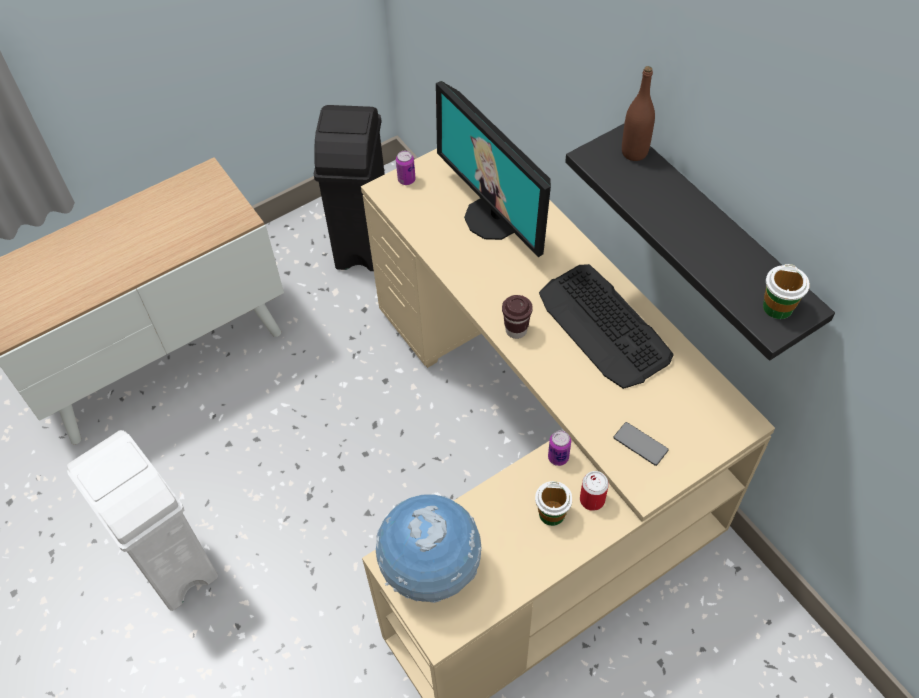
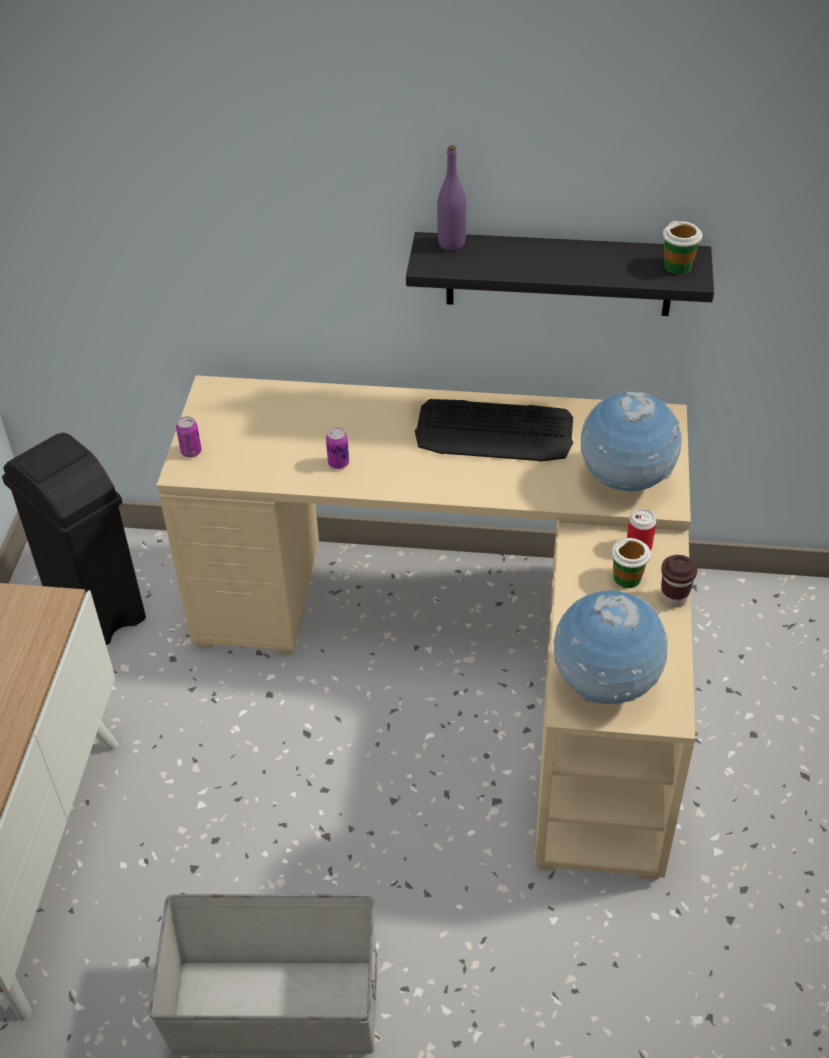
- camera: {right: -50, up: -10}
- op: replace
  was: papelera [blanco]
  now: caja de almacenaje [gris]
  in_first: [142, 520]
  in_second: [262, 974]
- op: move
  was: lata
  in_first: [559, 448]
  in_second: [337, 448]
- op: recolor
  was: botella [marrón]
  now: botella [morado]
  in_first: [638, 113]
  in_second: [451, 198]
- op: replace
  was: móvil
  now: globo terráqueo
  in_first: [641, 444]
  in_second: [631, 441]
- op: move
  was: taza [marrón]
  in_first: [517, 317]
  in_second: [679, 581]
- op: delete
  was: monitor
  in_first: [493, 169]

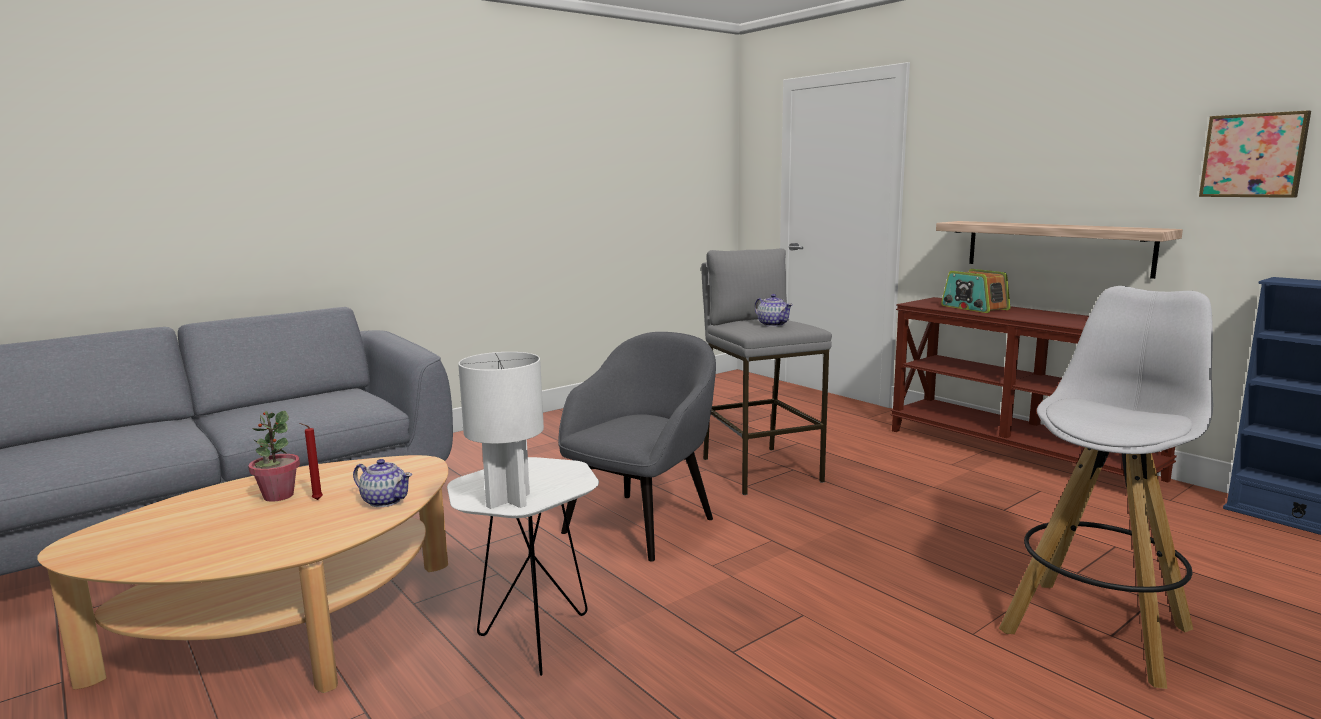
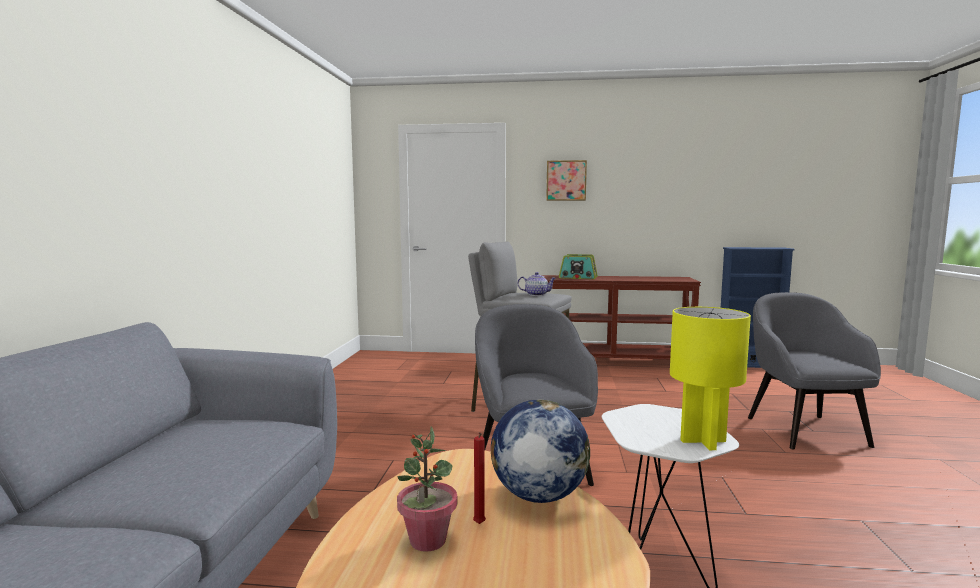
- camera: {right: -45, up: -5}
- op: replace
  was: tetera
  now: globo terráqueo
  in_first: [382, 483]
  in_second: [540, 451]
- op: move
  was: cuadro
  in_first: [1255, 154]
  in_second: [566, 180]
- op: recolor
  was: lámpara de mesa [blanco]
  now: lámpara de mesa [amarillo]
  in_first: [501, 430]
  in_second: [710, 378]
- op: replace
  was: taburete [blanco]
  now: sillón [gris]
  in_first: [1106, 487]
  in_second: [814, 370]
- op: delete
  was: estante
  in_first: [1059, 250]

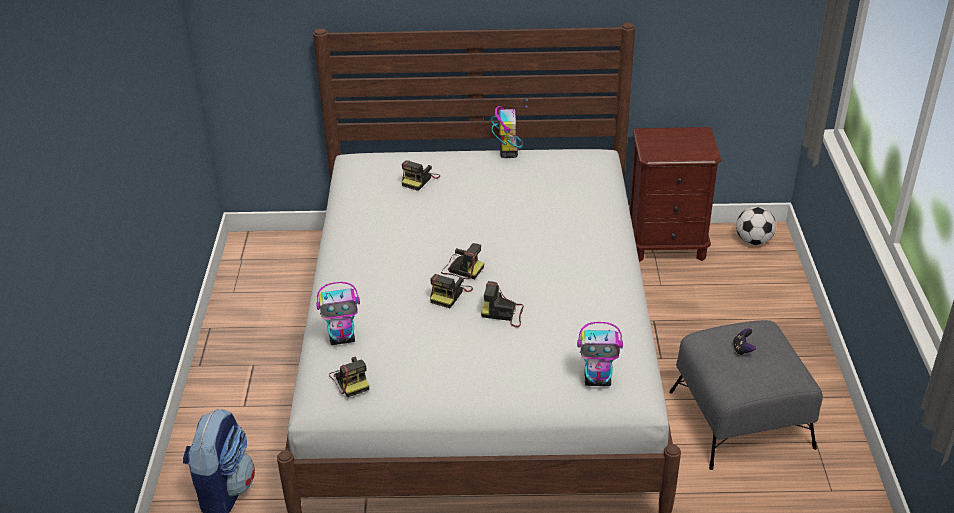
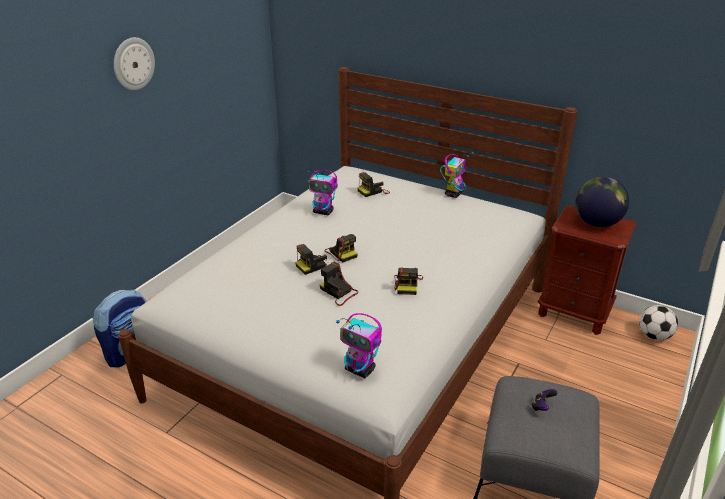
- camera: {right: 30, up: -5}
- op: insert
  now: reloj de pared
  in_second: [134, 63]
- op: move
  was: robot de juguete
  in_first: [338, 313]
  in_second: [322, 192]
- op: move
  was: cámara
  in_first: [349, 377]
  in_second: [408, 281]
- op: insert
  now: globo terráqueo
  in_second: [602, 202]

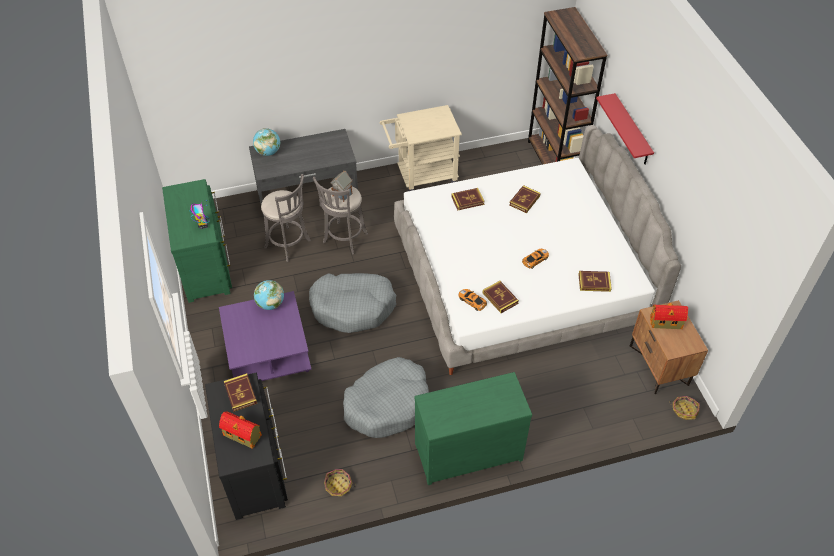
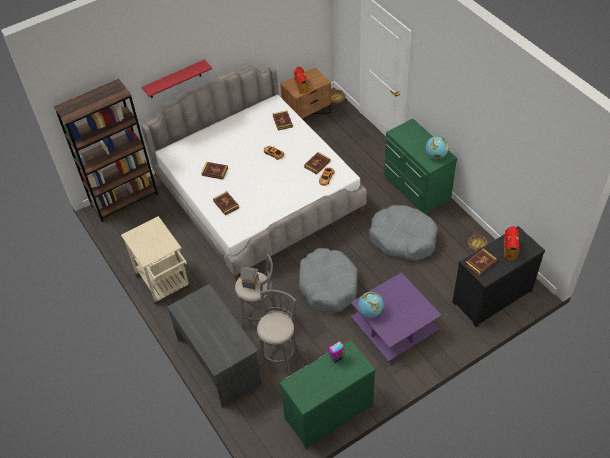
- camera: {right: -105, up: 0}
- op: move
  was: globo terráqueo
  in_first: [266, 142]
  in_second: [437, 147]

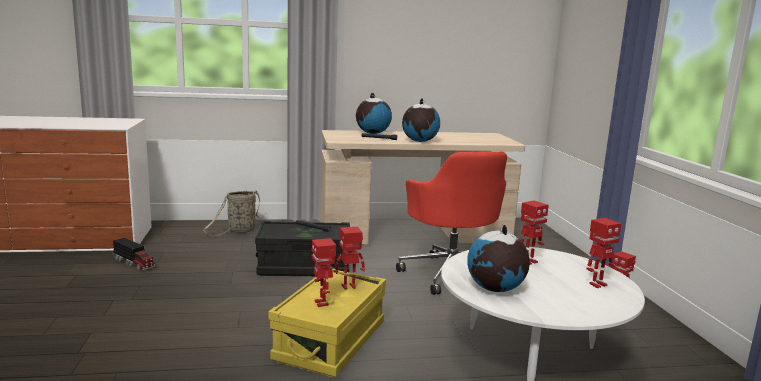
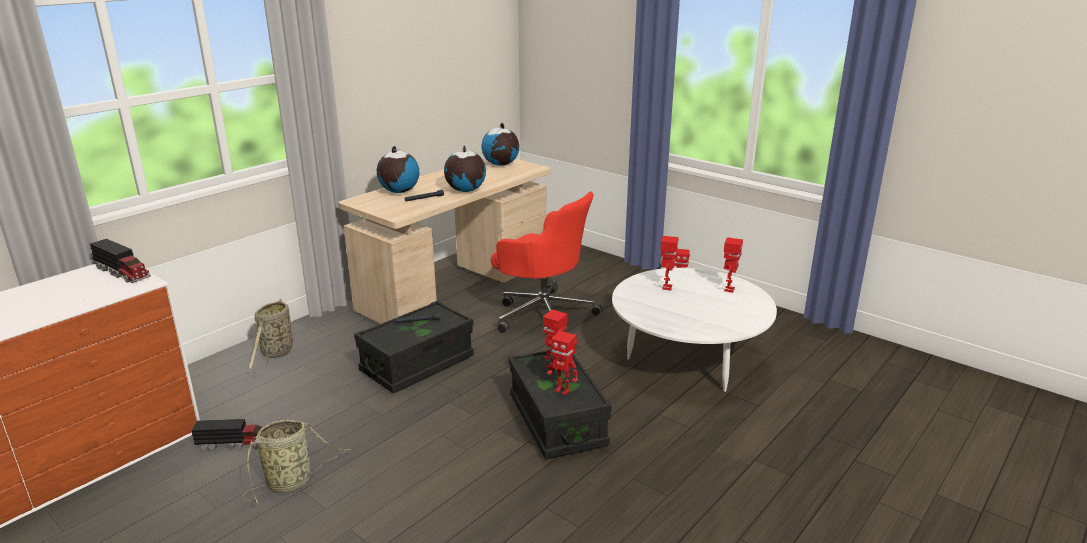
- camera: {right: -40, up: 10}
- op: insert
  now: camión de juguete
  in_second: [120, 261]
- op: insert
  now: cesta
  in_second: [296, 462]
- op: move
  was: globo terráqueo
  in_first: [498, 258]
  in_second: [500, 144]
- op: recolor
  was: caja de almacenaje [amarillo]
  now: caja de almacenaje [negro]
  in_first: [327, 322]
  in_second: [560, 404]

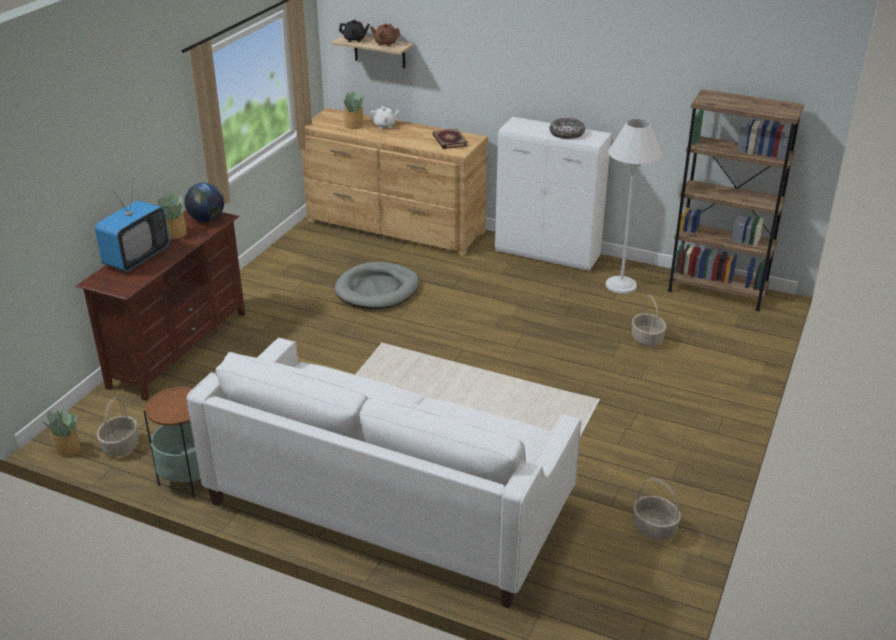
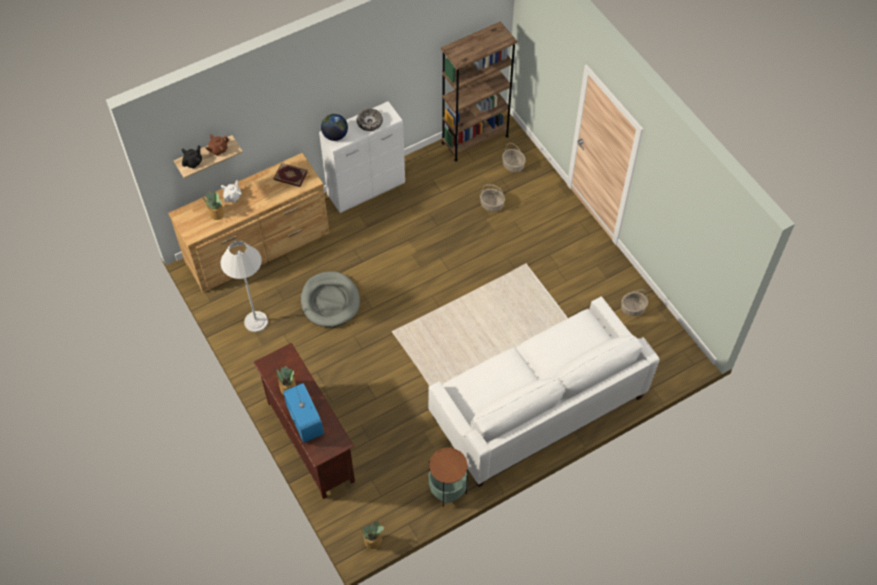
- camera: {right: -55, up: 25}
- op: move
  was: lámpara de pie [blanco]
  in_first: [634, 206]
  in_second: [244, 286]
- op: move
  was: globo terráqueo
  in_first: [204, 202]
  in_second: [334, 127]
- op: move
  was: cesta
  in_first: [118, 426]
  in_second: [514, 157]

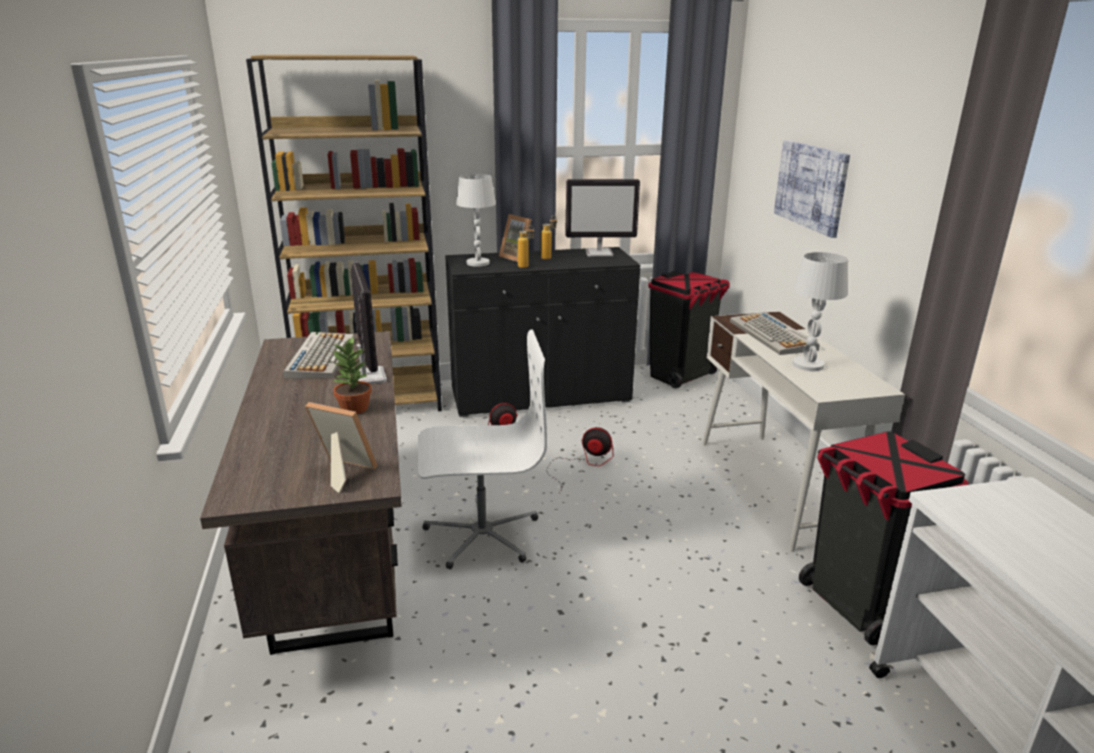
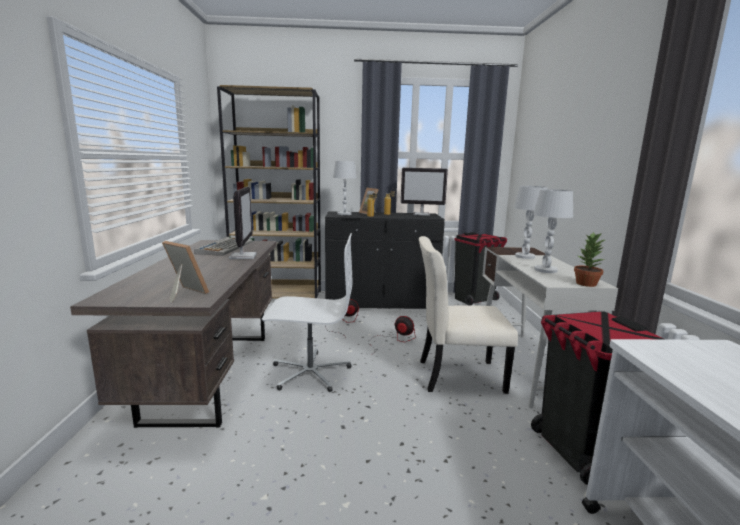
- camera: {right: 10, up: -10}
- op: insert
  now: silla [beis]
  in_second: [468, 315]
- op: replace
  was: teclado
  now: lámpara de mesa [blanco]
  in_first: [775, 333]
  in_second: [531, 222]
- op: move
  was: planta en maceta
  in_first: [352, 375]
  in_second: [589, 259]
- op: delete
  was: cuadro
  in_first: [812, 189]

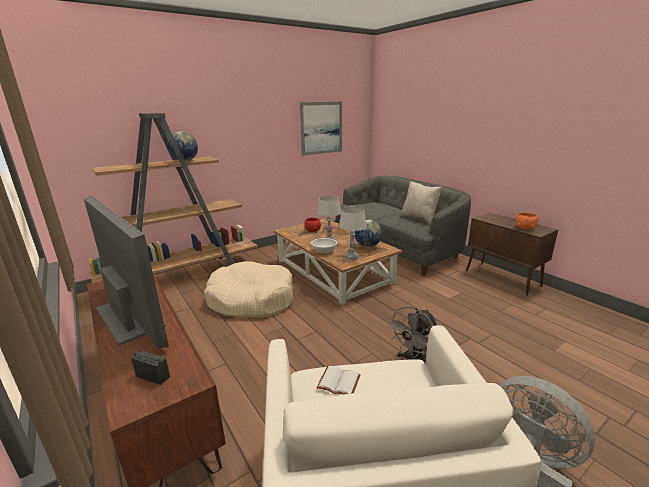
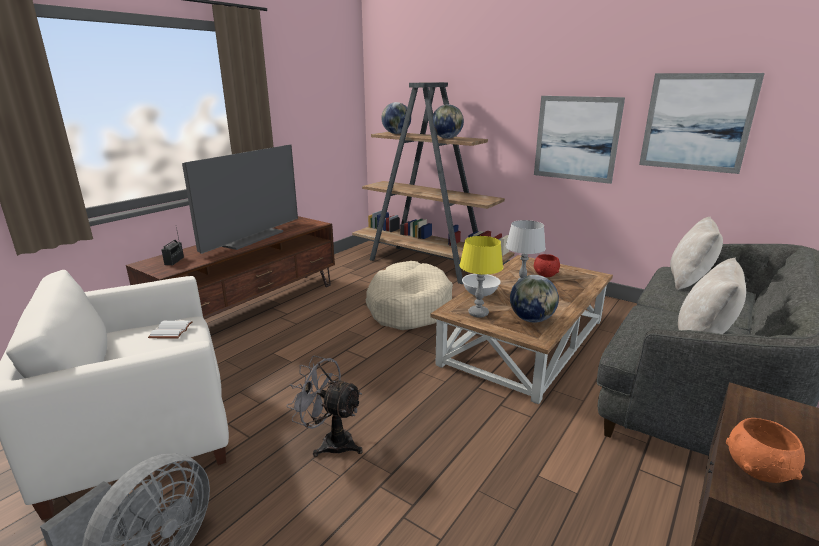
- camera: {right: 70, up: 0}
- op: insert
  now: globo terráqueo
  in_second: [396, 118]
- op: recolor
  was: lámpara de mesa [gris]
  now: lámpara de mesa [amarillo]
  in_first: [353, 233]
  in_second: [481, 277]
- op: insert
  now: cuadro
  in_second: [579, 140]
- op: insert
  now: cojín [beis]
  in_second: [696, 253]

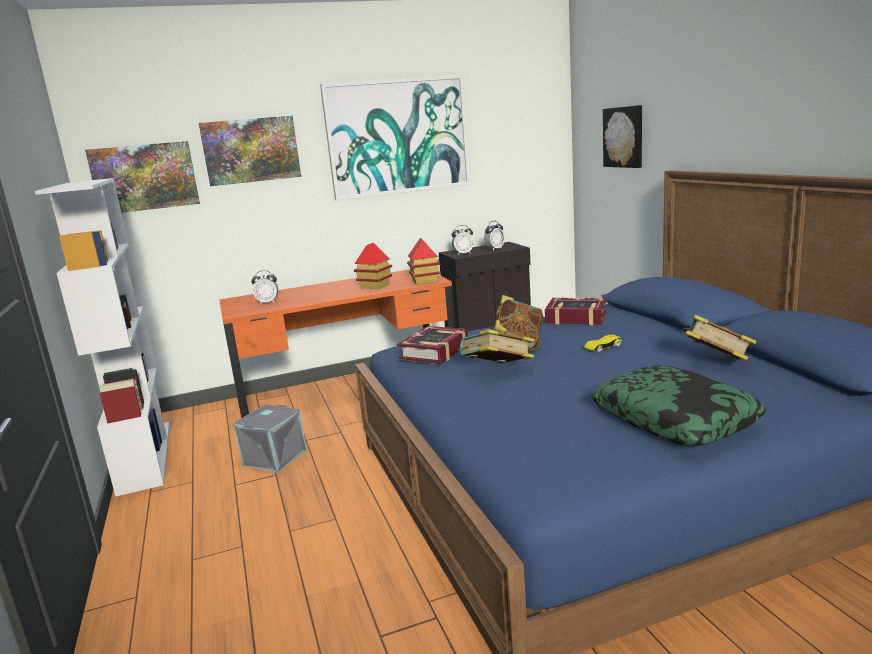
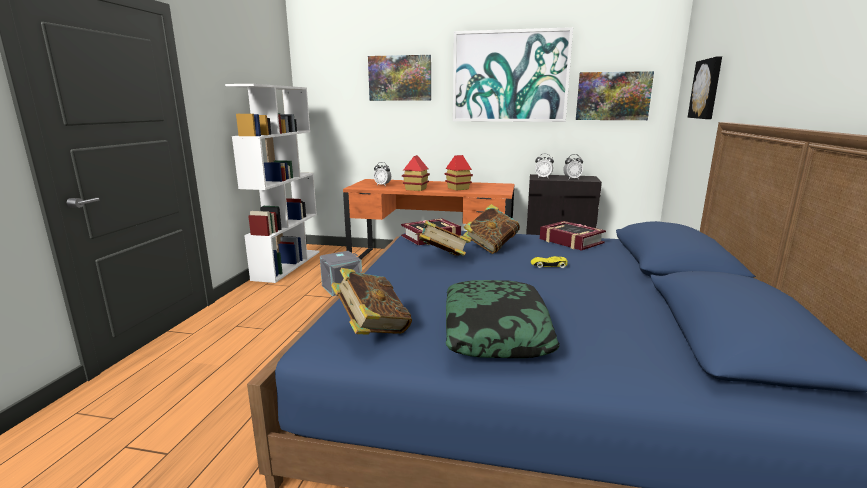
- camera: {right: 30, up: 0}
- op: move
  was: libro
  in_first: [719, 337]
  in_second: [371, 301]
- op: move
  was: casita
  in_first: [423, 261]
  in_second: [416, 173]
- op: move
  was: cuadro
  in_first: [142, 177]
  in_second: [615, 95]

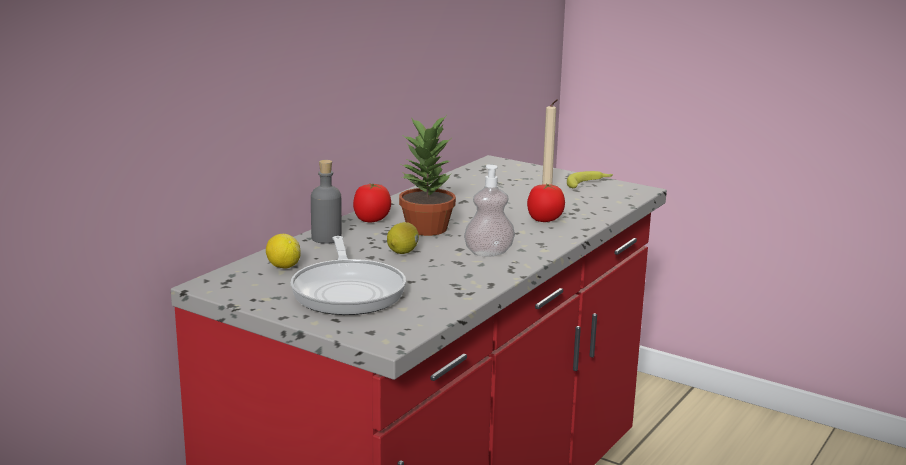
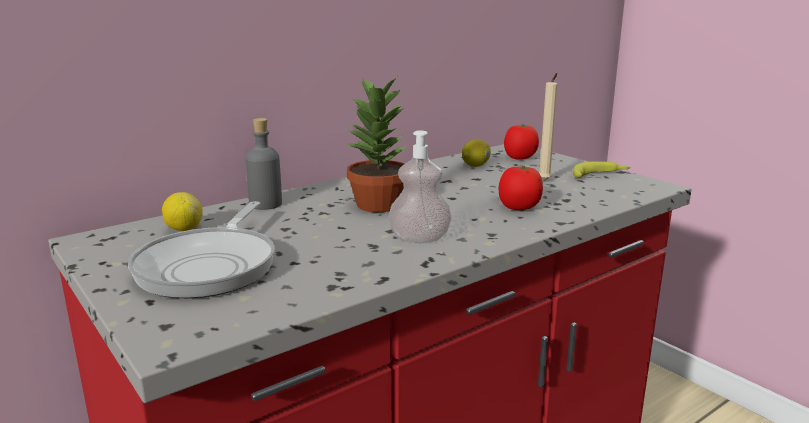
- camera: {right: 20, up: 0}
- op: move
  was: limón
  in_first: [403, 238]
  in_second: [476, 153]
- op: move
  was: tomate
  in_first: [372, 203]
  in_second: [521, 142]

